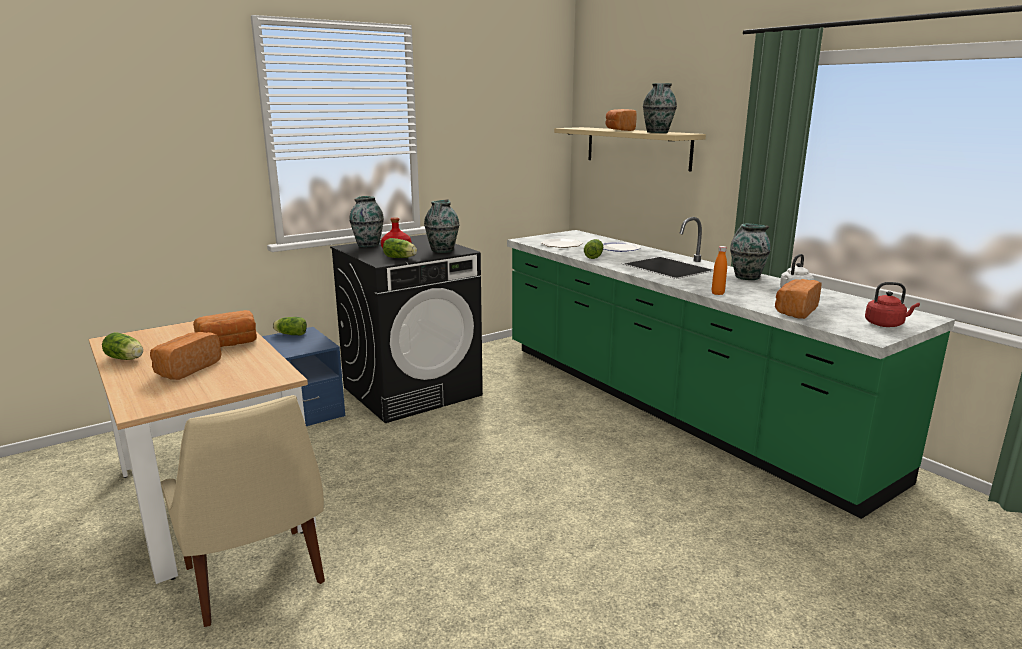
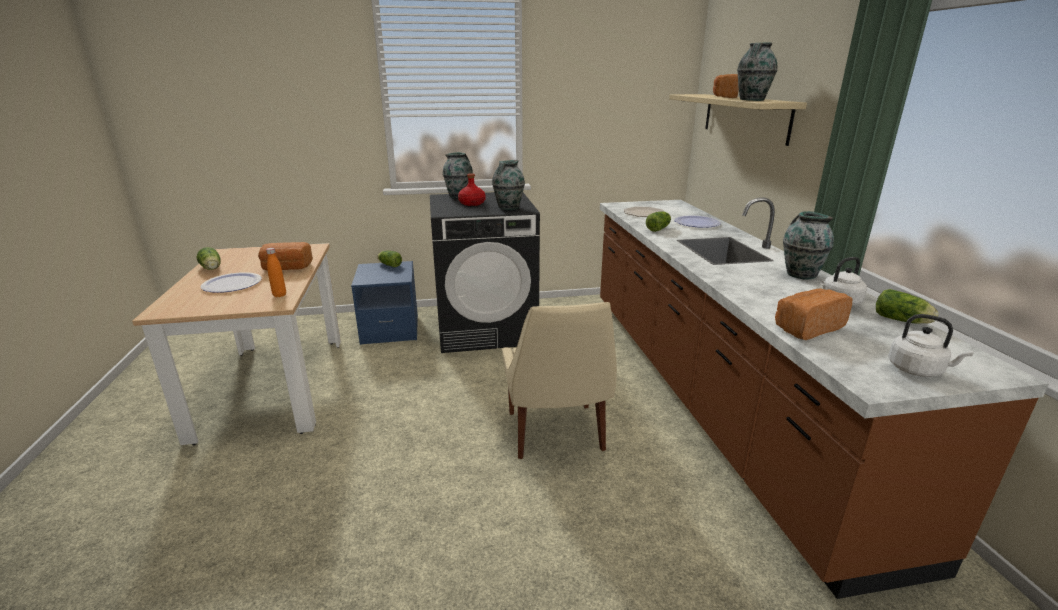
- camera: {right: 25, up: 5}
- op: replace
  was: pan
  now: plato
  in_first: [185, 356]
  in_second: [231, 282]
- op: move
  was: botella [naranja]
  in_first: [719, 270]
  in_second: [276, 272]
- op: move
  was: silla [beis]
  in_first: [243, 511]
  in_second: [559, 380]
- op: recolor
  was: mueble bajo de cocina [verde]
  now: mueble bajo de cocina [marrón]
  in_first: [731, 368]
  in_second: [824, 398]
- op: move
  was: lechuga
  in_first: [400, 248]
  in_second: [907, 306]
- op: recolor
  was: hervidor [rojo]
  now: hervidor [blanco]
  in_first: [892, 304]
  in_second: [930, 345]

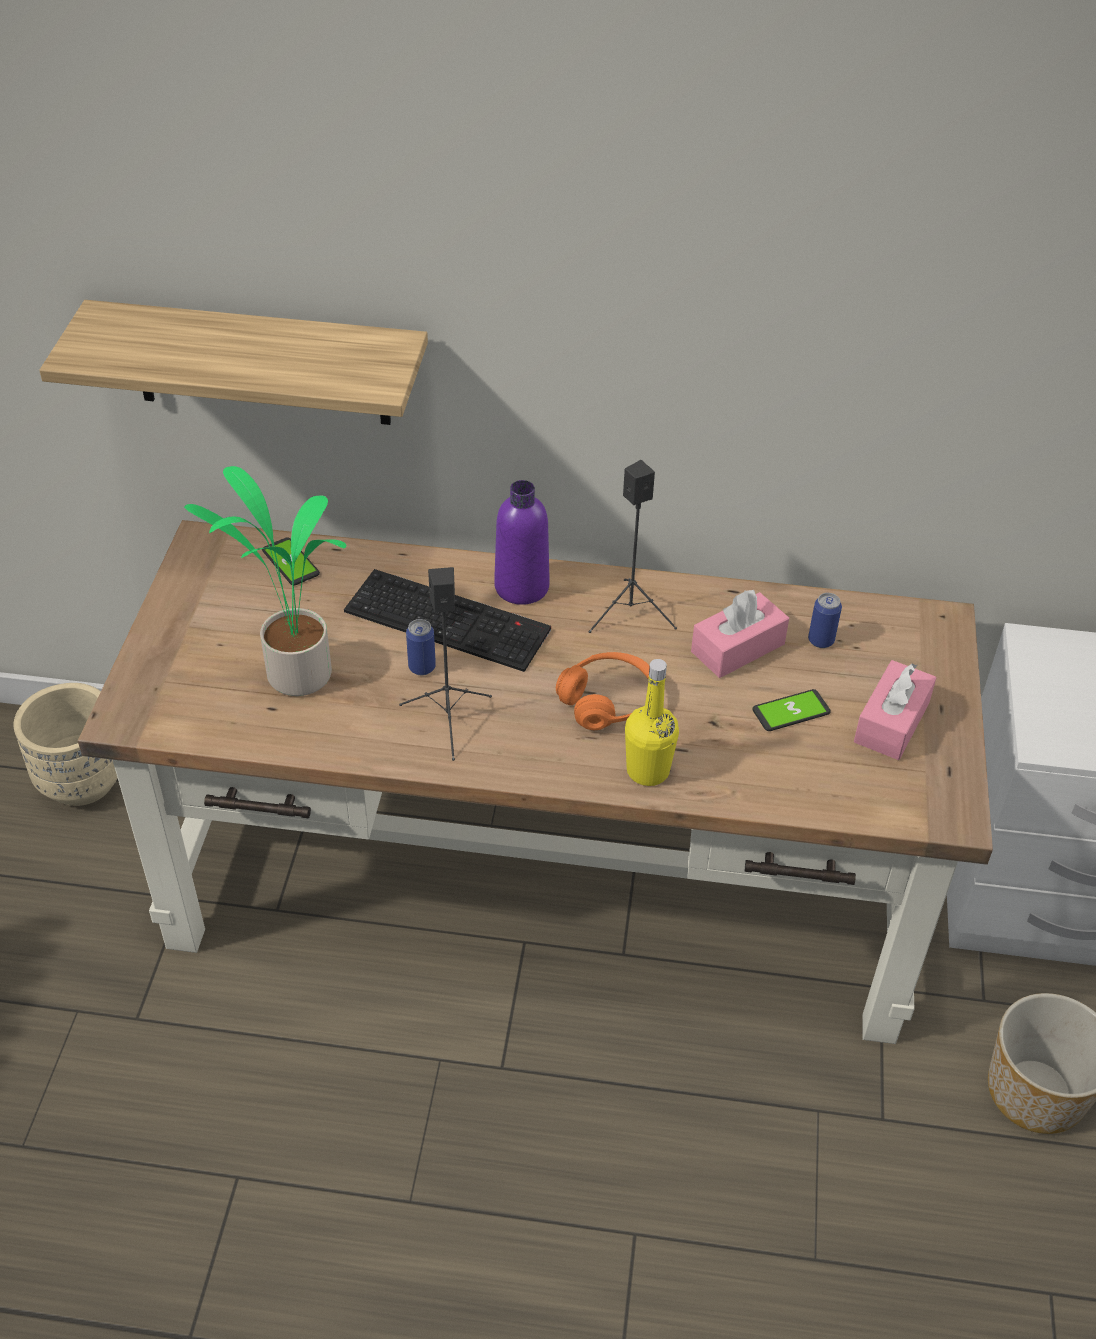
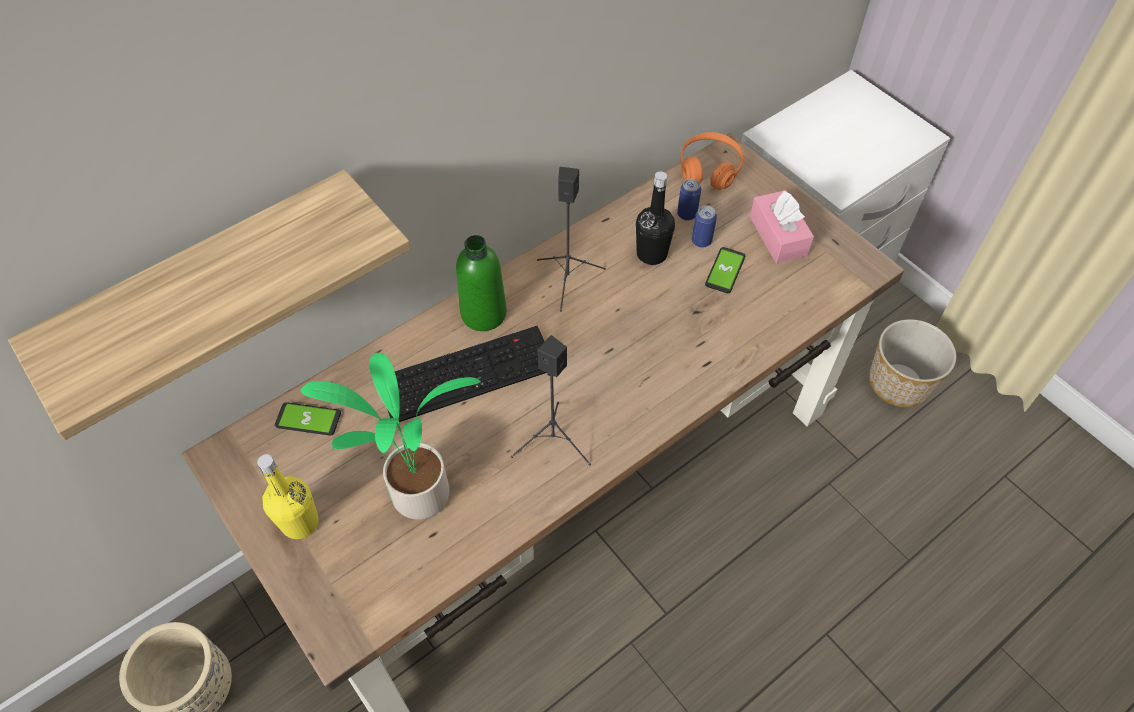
- camera: {right: -45, up: 10}
- op: move
  was: botella [amarillo]
  in_first: [652, 722]
  in_second: [288, 496]
- op: recolor
  was: botella [morado]
  now: botella [verde]
  in_first: [522, 542]
  in_second: [481, 283]
- op: replace
  was: caja de pañuelos [rosa]
  now: botella [negro]
  in_first: [740, 634]
  in_second: [655, 218]
- op: move
  was: auriculares [naranja]
  in_first: [603, 691]
  in_second: [711, 161]
- op: move
  was: lata
  in_first: [421, 647]
  in_second: [704, 226]

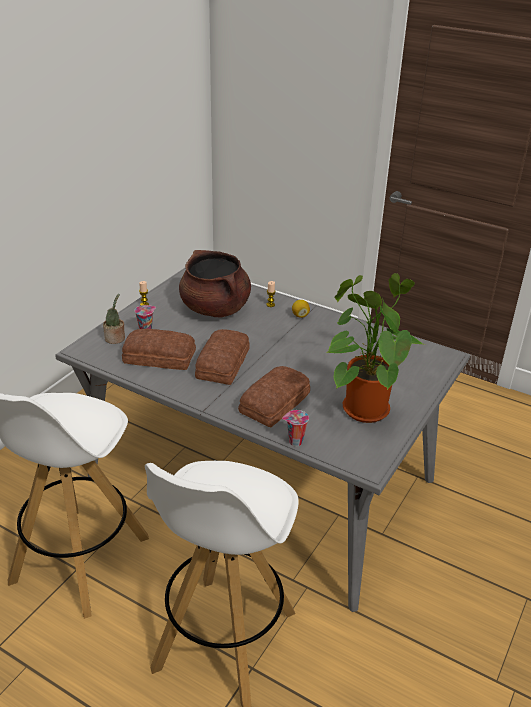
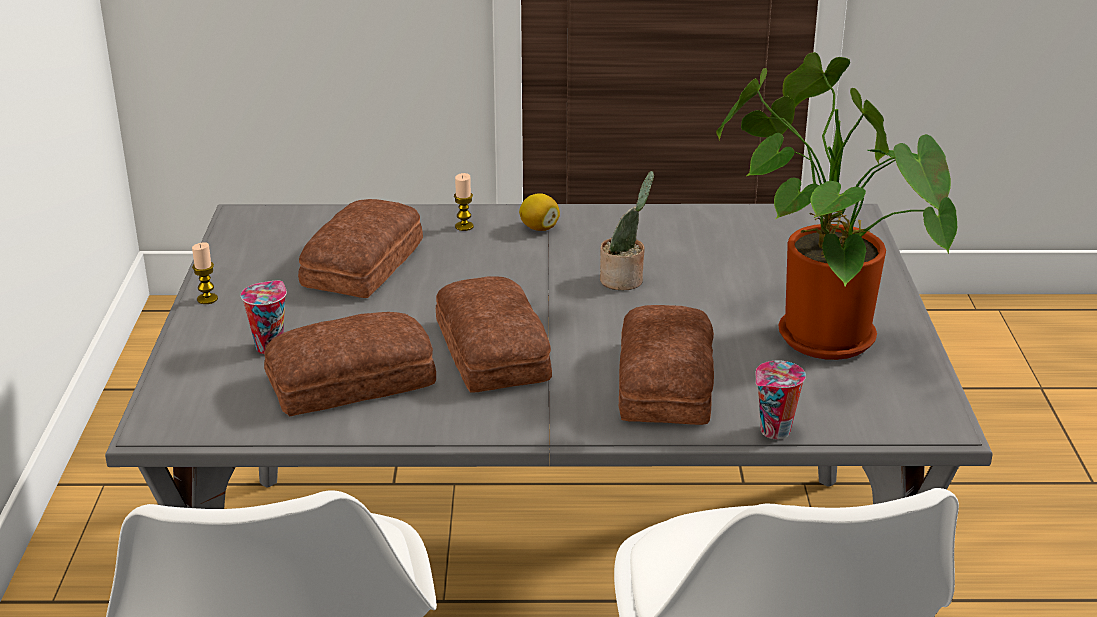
- camera: {right: -30, up: -5}
- op: replace
  was: olla [marrón]
  now: pan
  in_first: [215, 283]
  in_second: [360, 248]
- op: move
  was: planta en maceta
  in_first: [114, 319]
  in_second: [627, 230]

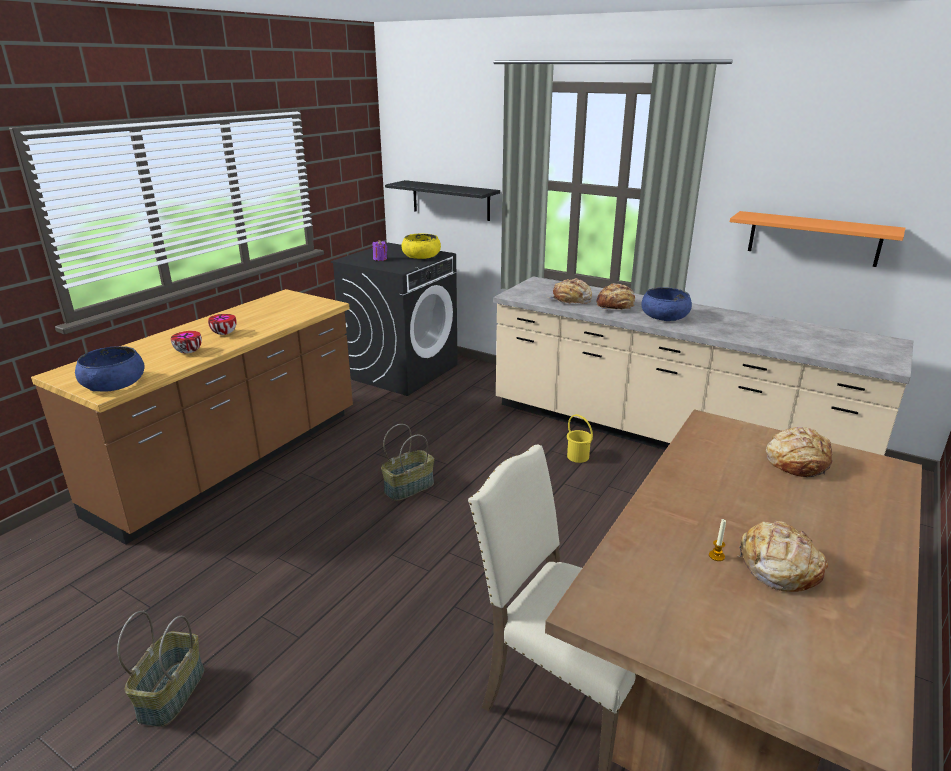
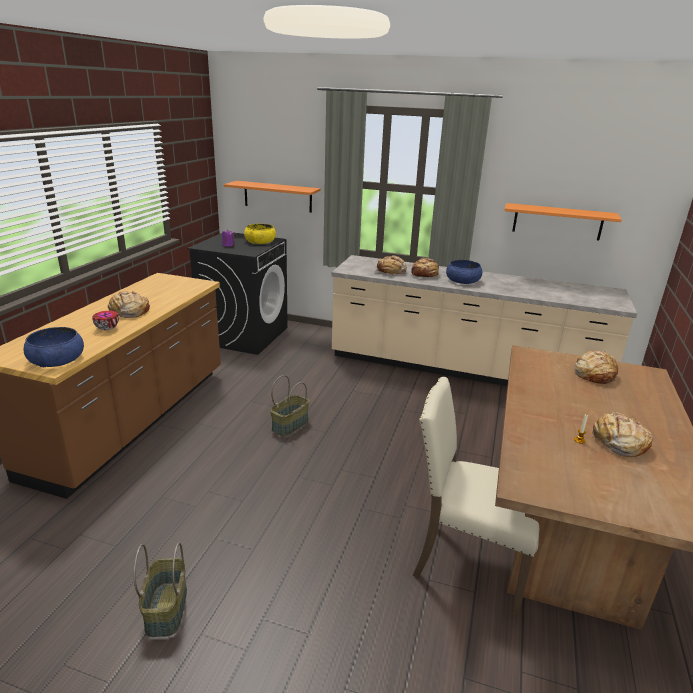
- camera: {right: -15, up: 0}
- op: replace
  was: cuenco
  now: pan
  in_first: [222, 324]
  in_second: [129, 304]
- op: recolor
  was: estante [negro]
  now: estante [naranja]
  in_first: [442, 200]
  in_second: [272, 197]
- op: delete
  was: cubo [amarillo]
  in_first: [580, 438]

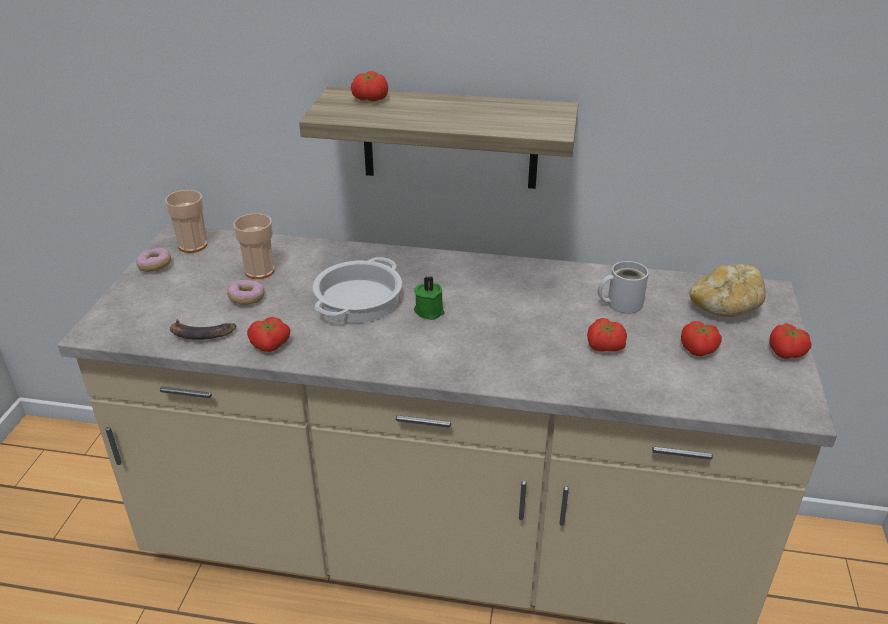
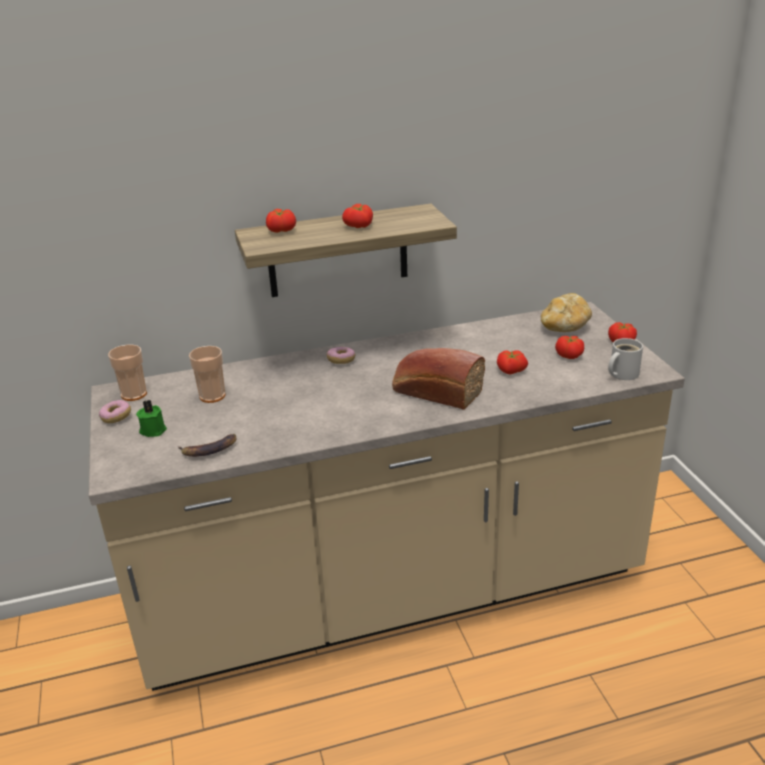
- camera: {right: -25, up: -5}
- op: move
  was: vela [verde]
  in_first: [429, 298]
  in_second: [151, 418]
- op: move
  was: rosquilla
  in_first: [246, 292]
  in_second: [341, 355]
- op: move
  was: tomate
  in_first: [268, 334]
  in_second: [357, 216]
- op: insert
  now: pan
  in_second: [438, 379]
- op: move
  was: taza grande [blanco]
  in_first: [623, 287]
  in_second: [625, 359]
- op: delete
  was: olla
  in_first: [357, 290]

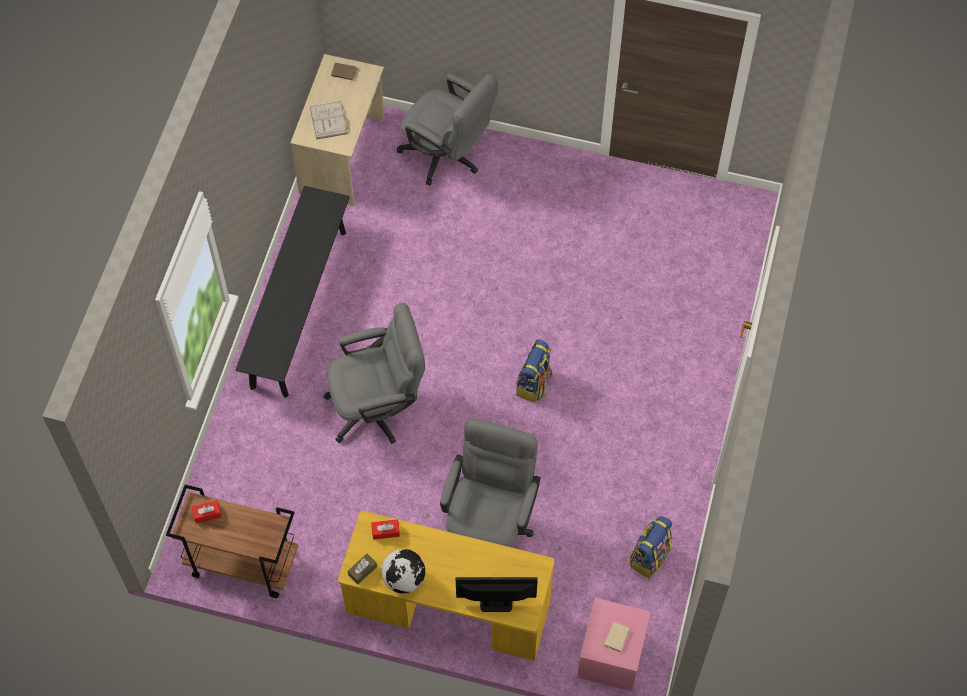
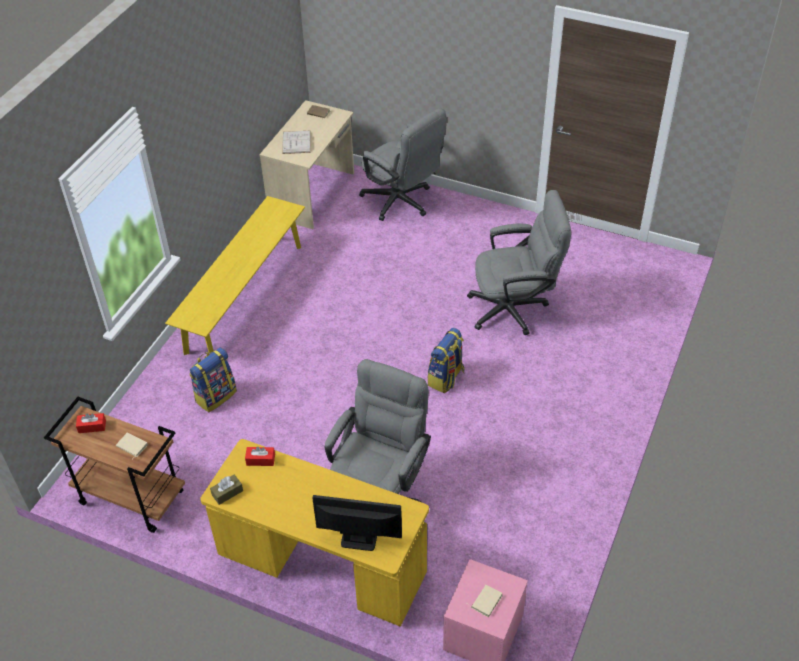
- camera: {right: 10, up: -15}
- op: insert
  now: libro [beis]
  in_second: [132, 445]
- op: recolor
  was: banco [negro]
  now: banco [amarillo]
  in_first: [292, 292]
  in_second: [235, 275]
- op: move
  was: mochila
  in_first: [651, 547]
  in_second: [213, 380]
- op: move
  was: silla de oficina [gris]
  in_first: [374, 373]
  in_second: [519, 262]
- op: delete
  was: globo terráqueo
  in_first: [403, 571]

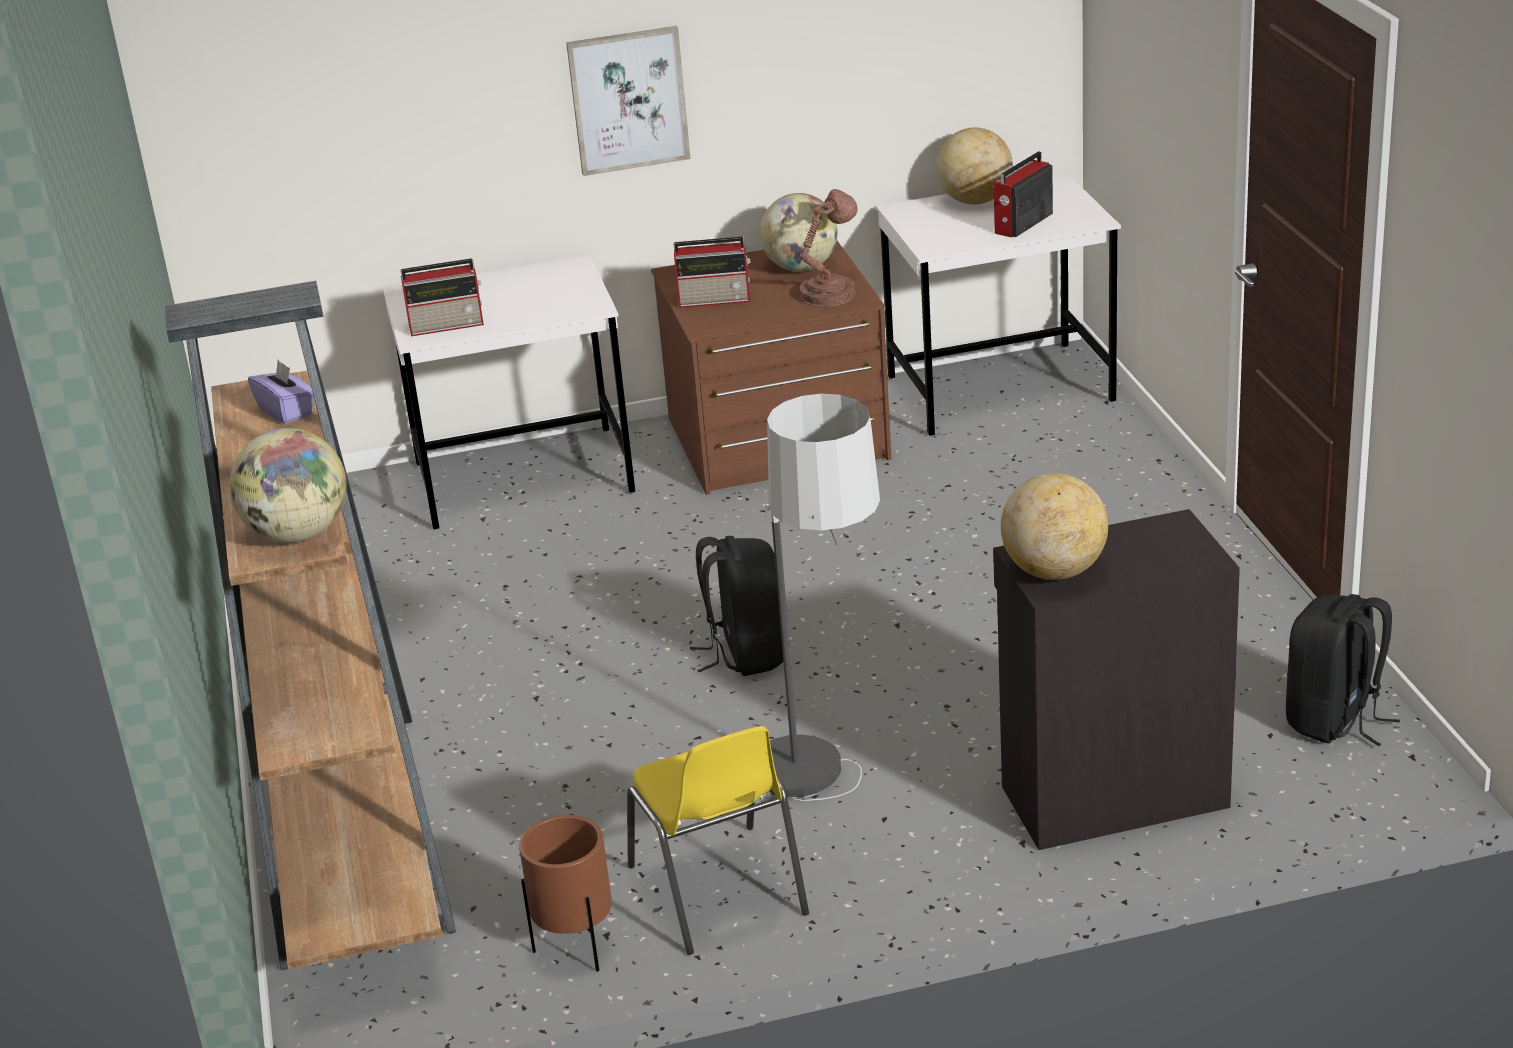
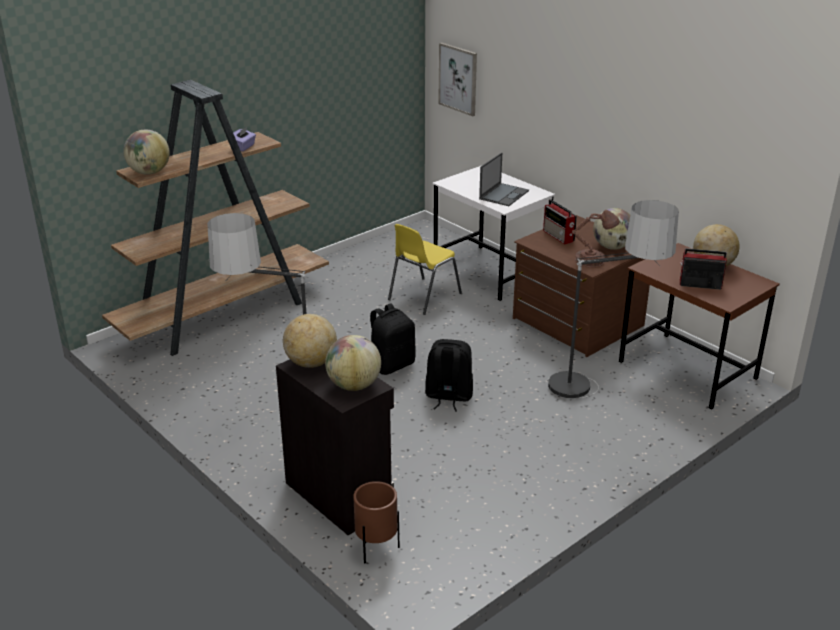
- camera: {right: 60, up: 0}
- op: insert
  now: globo terráqueo
  in_second: [353, 363]
- op: move
  was: maceta [marrón]
  in_first: [565, 893]
  in_second: [376, 522]
- op: move
  was: silla [amarillo]
  in_first: [718, 840]
  in_second: [425, 269]
- op: move
  was: mochila [negro]
  in_first: [1343, 670]
  in_second: [449, 375]
- op: move
  was: cuadro
  in_first: [628, 101]
  in_second: [457, 79]
- op: insert
  now: portátil
  in_second: [504, 179]
- op: insert
  now: lámpara de pie
  in_second: [613, 299]
- op: recolor
  was: escritorio [blanco]
  now: escritorio [marrón]
  in_first: [998, 305]
  in_second: [699, 326]
- op: delete
  was: radio
  in_first: [442, 297]

